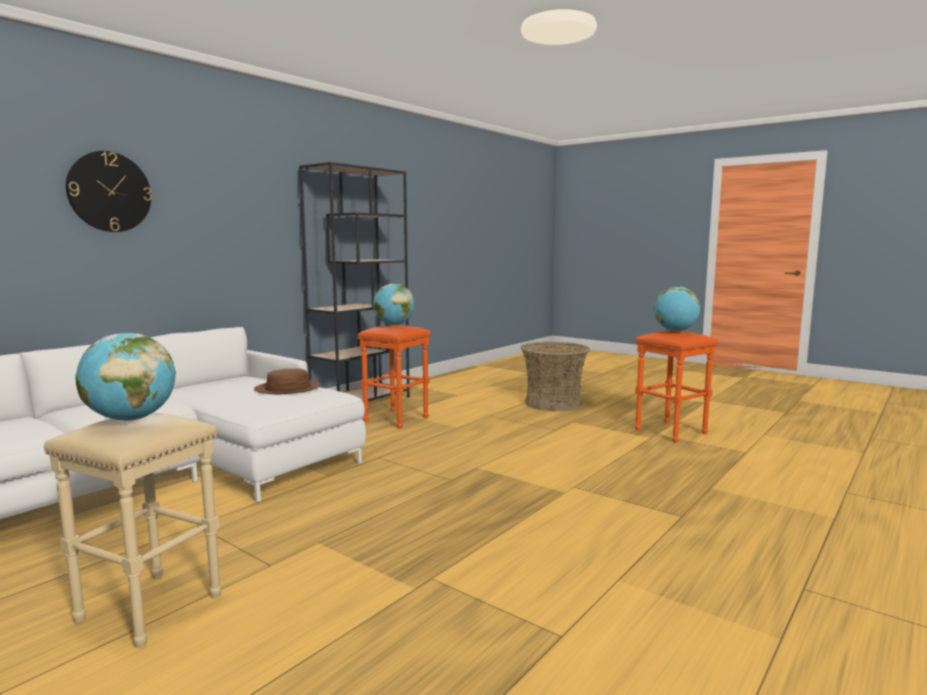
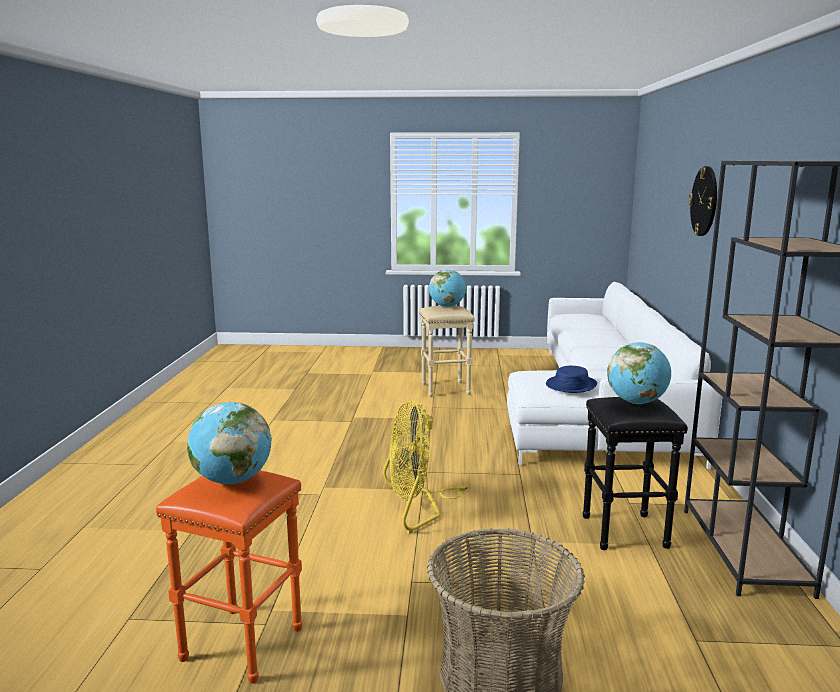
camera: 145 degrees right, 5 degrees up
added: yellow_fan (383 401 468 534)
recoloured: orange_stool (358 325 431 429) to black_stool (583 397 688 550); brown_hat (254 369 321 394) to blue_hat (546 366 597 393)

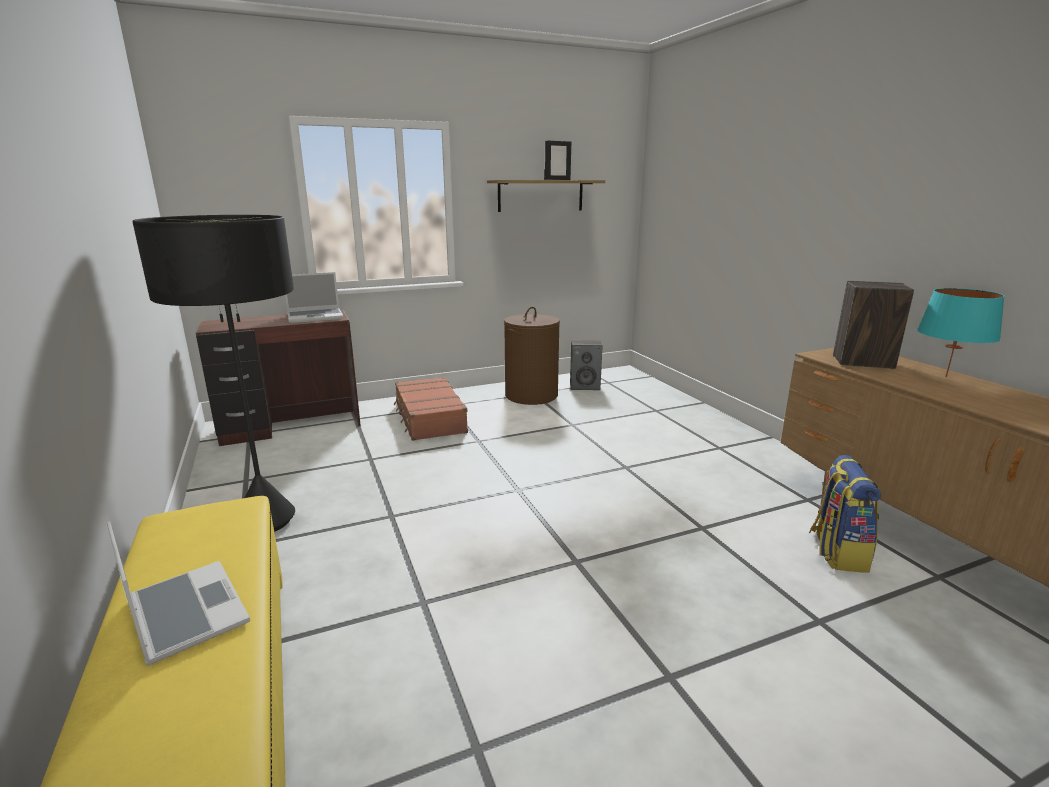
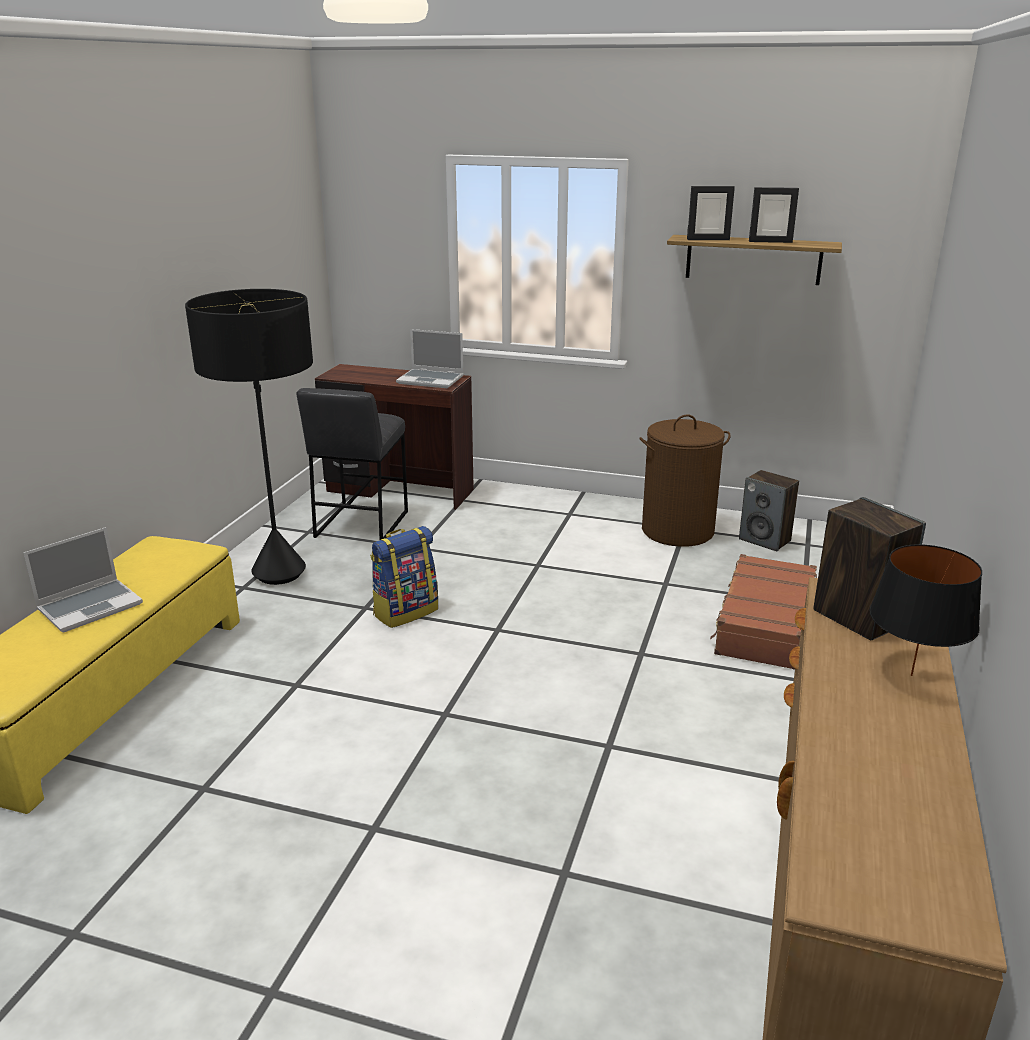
camera: 40 degrees right, 5 degrees up
added: picture_frame (687 186 735 240); grey_stool (296 388 408 540)
moved: brown_suitcase (394 377 468 441) to (710 554 817 670); backpack (809 455 881 573) to (370 526 438 628)
recoloured: turquoise_table_lamp (917 288 1005 377) to black_table_lamp (869 544 982 676)
turned: laptop (107 521 250 666) = (24 527 143 632) 45 degrees clockwise

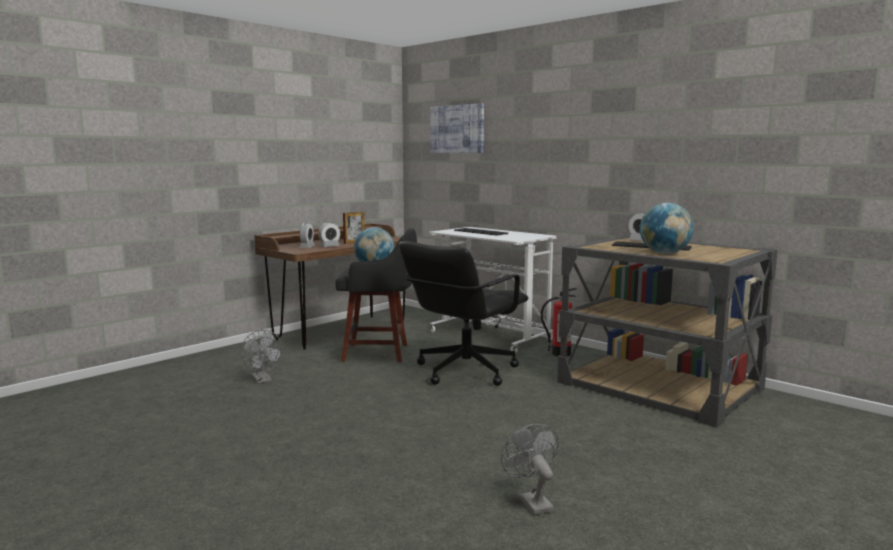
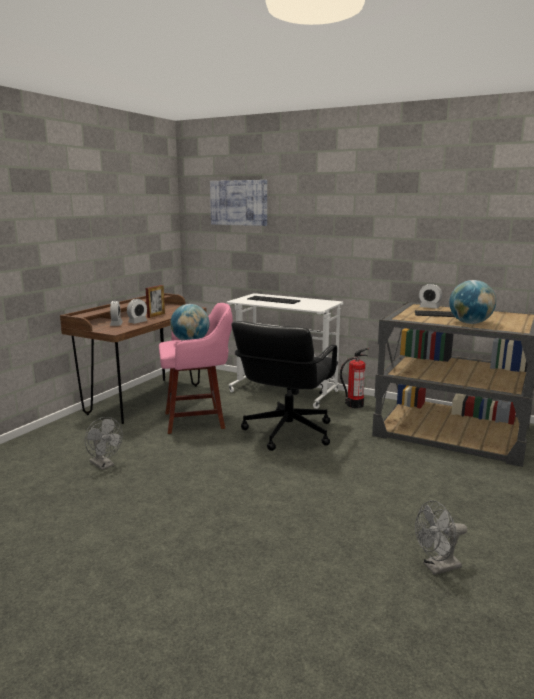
camera: 15 degrees left, 5 degrees up
recoloured: black_stool (335 228 417 362) to pink_stool (159 303 233 434)
turned: grey_fan (501 424 559 515) = (415 500 467 575) 75 degrees counterclockwise

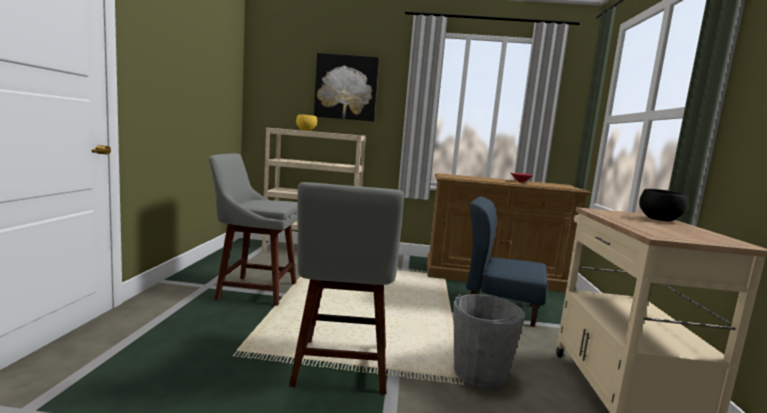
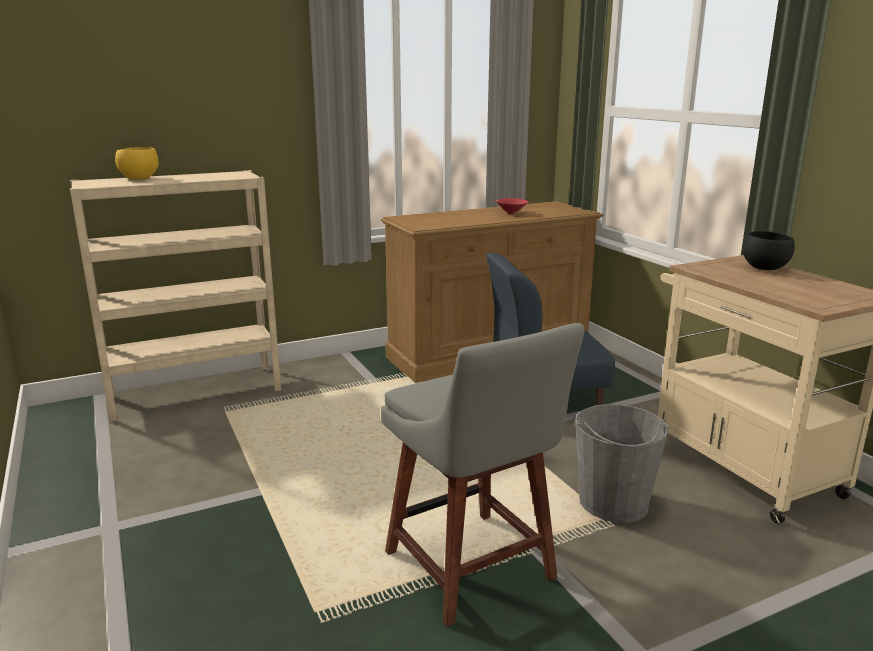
camera: 30 degrees left, 10 degrees up
removed: picture (314 53 379 121); grey_stool (209 154 298 306)

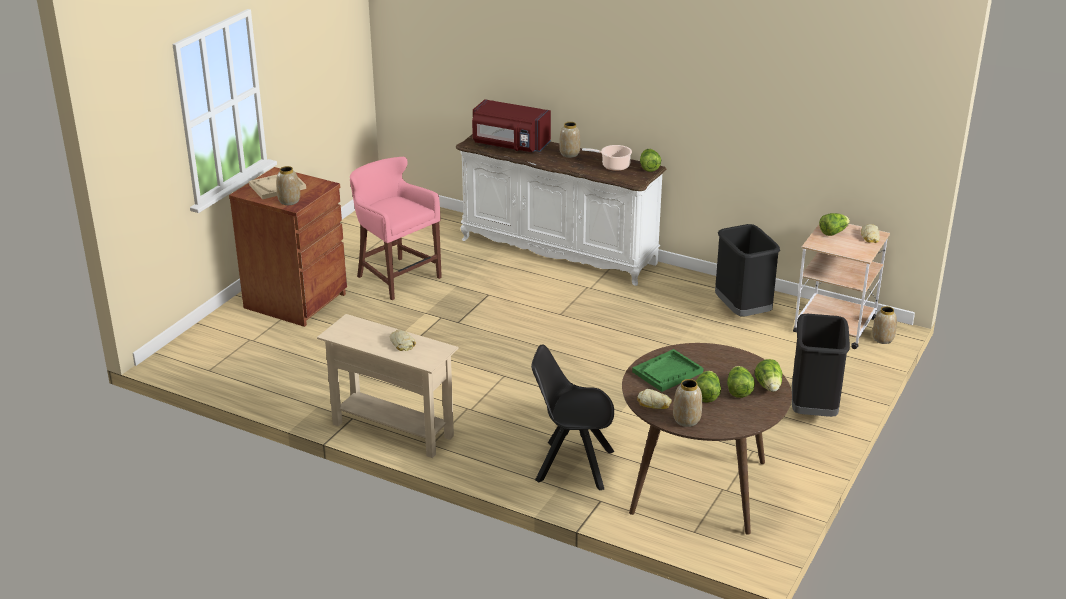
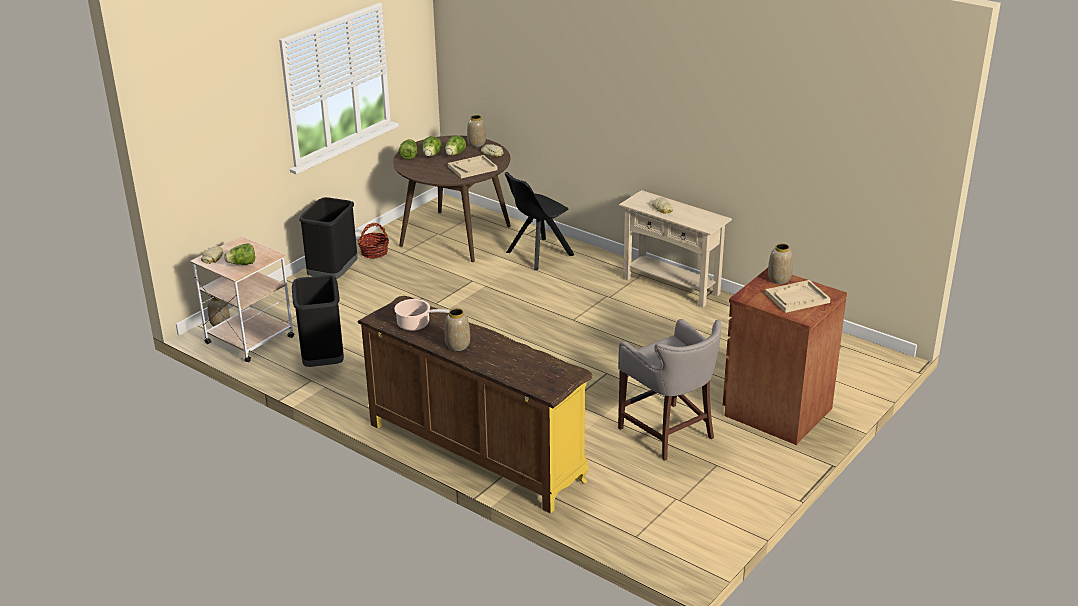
camera: 170 degrees left, 0 degrees up
removed: red_microwave (472 99 551 152); lettuce (640 149 661 172)
added: basket (358 223 389 259)
recoloured: white_cabinet (456 134 667 286) to yellow_cabinet (358 296 593 514); pink_stool (350 157 442 300) to grey_stool (618 319 721 461); green_tray (632 349 704 392) to beige_tray (448 155 498 178)
turned: black_chair (531 345 615 490) = (505 172 574 270) 120 degrees clockwise

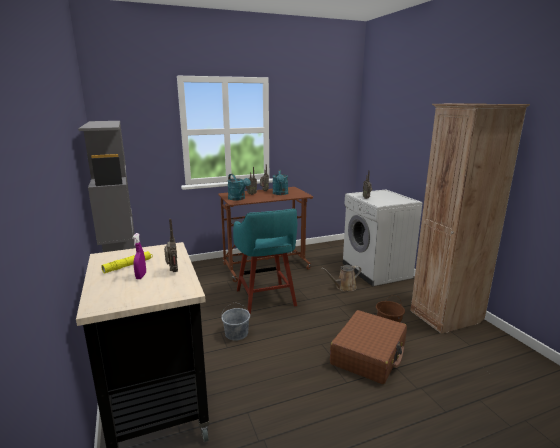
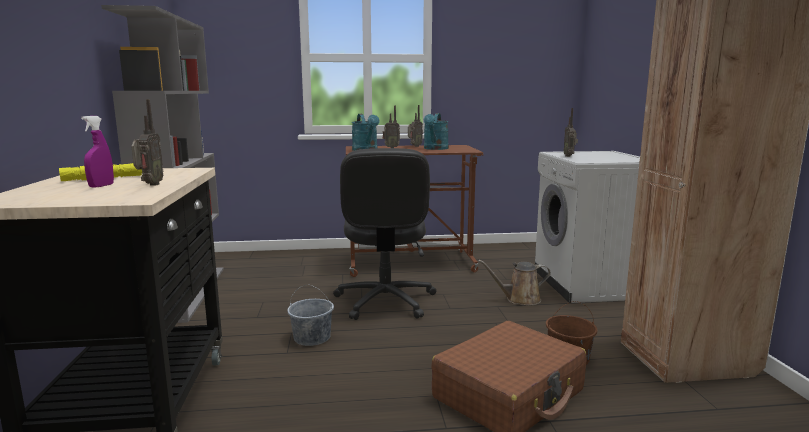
camera: 15 degrees right, 5 degrees down
replaced: turquoise_stool (233 209 297 314) to black_office_chair (333 148 437 320)

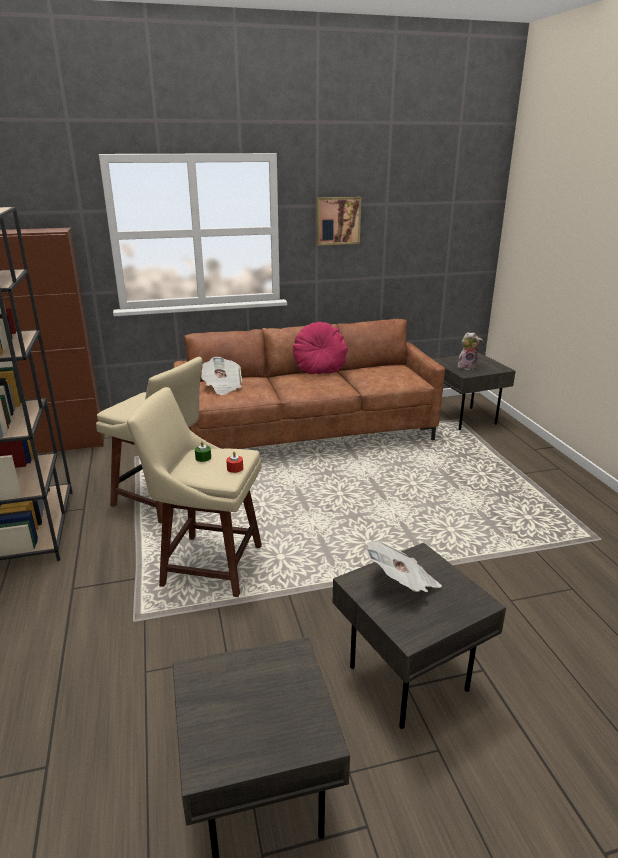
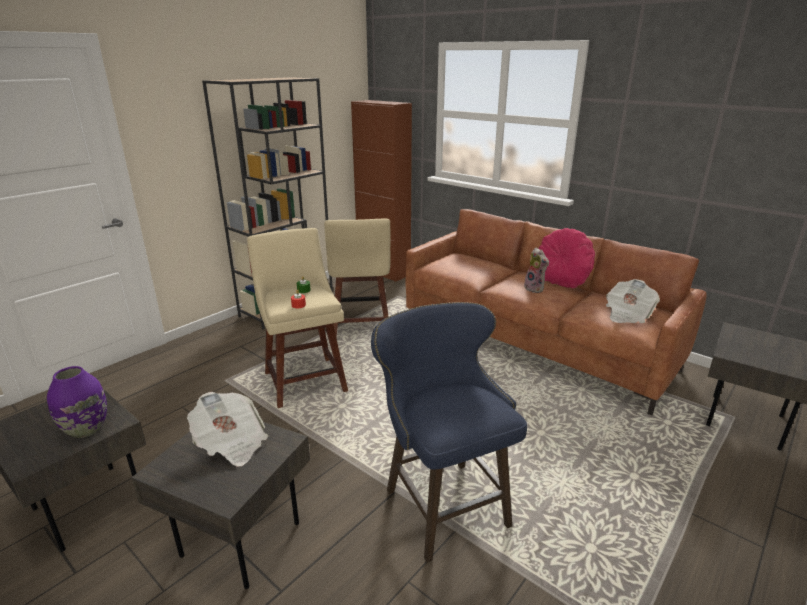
camera: 55 degrees right, 0 degrees up
removed: picture (316 197 361 245)
added: blue_stool (371 302 527 562); purple_vase (47 366 107 438)
moved: plush_toy (458 332 483 370) to (524 247 549 293); newspaper (201 357 242 395) to (606 279 660 323)

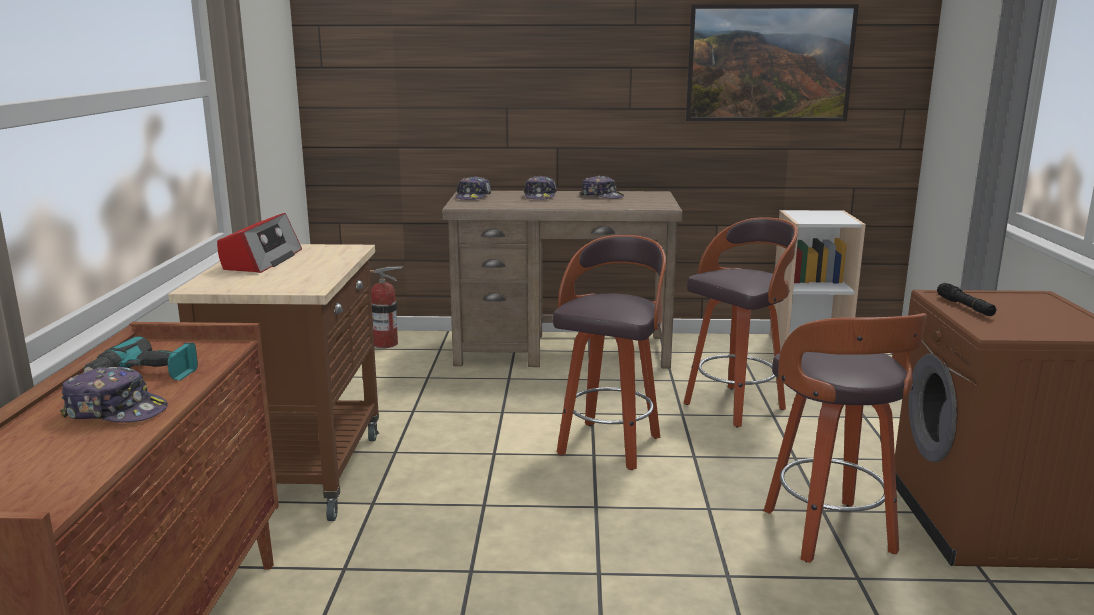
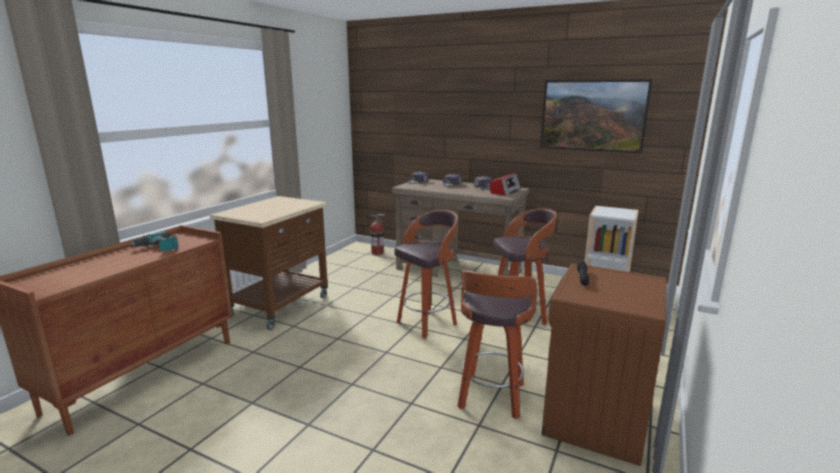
camera: 25 degrees right, 0 degrees up
removed: cap (60 366 168 423)
moved: radio (217 213 302 273) to (490 173 521 196)

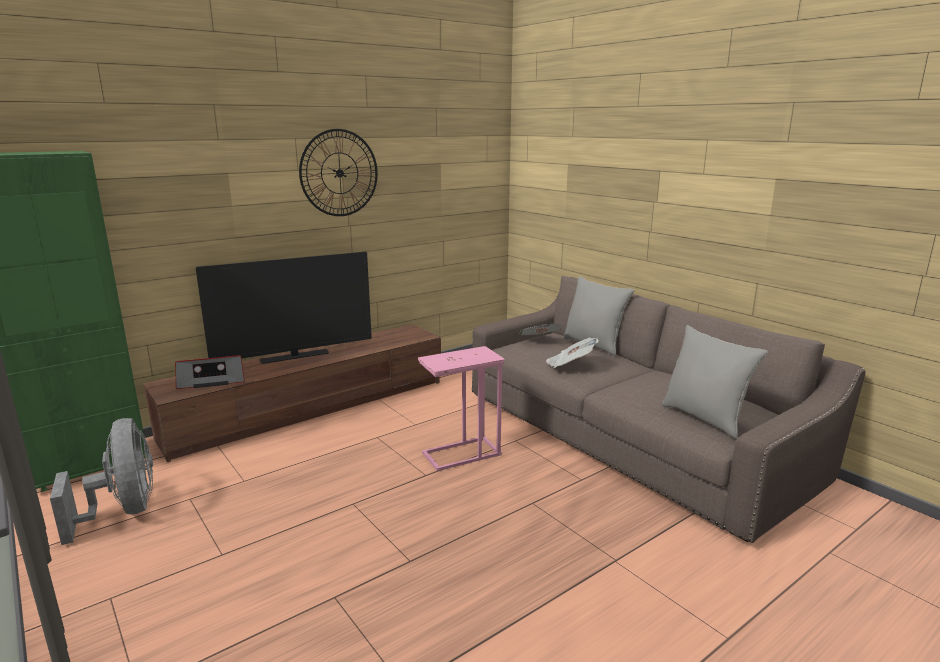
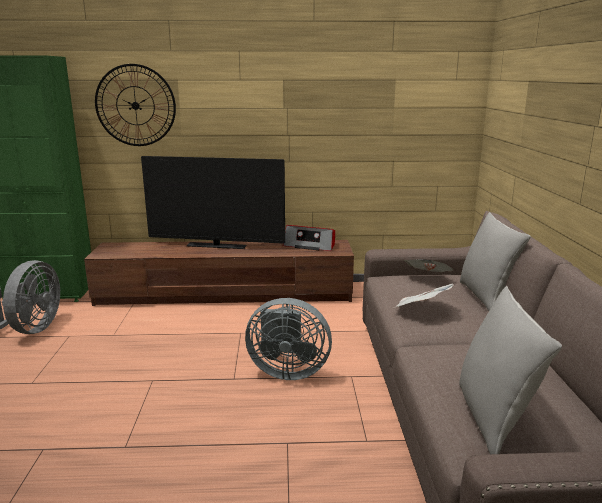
camera: 35 degrees right, 0 degrees up
moved: wall_clock (299 129 378 216) to (95 64 176 146); radio (175 355 245 389) to (283 225 335 251)
replaced: pink_side_table (418 346 505 472) to grey_fan (245 298 332 380)

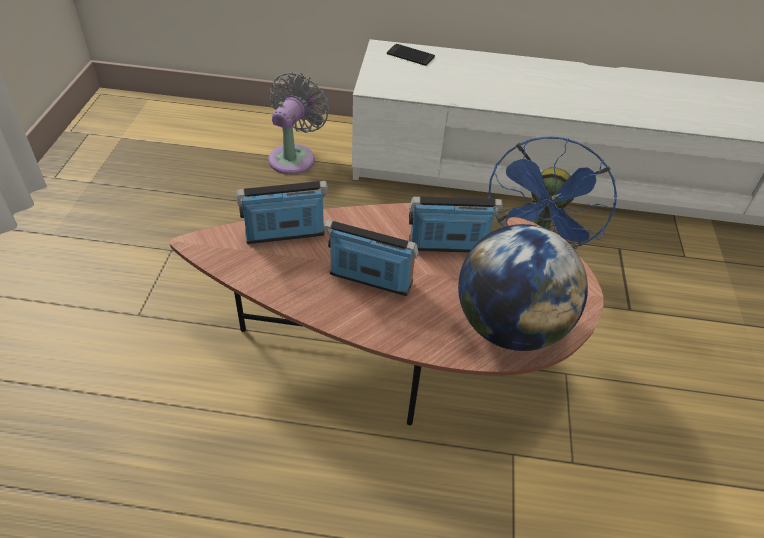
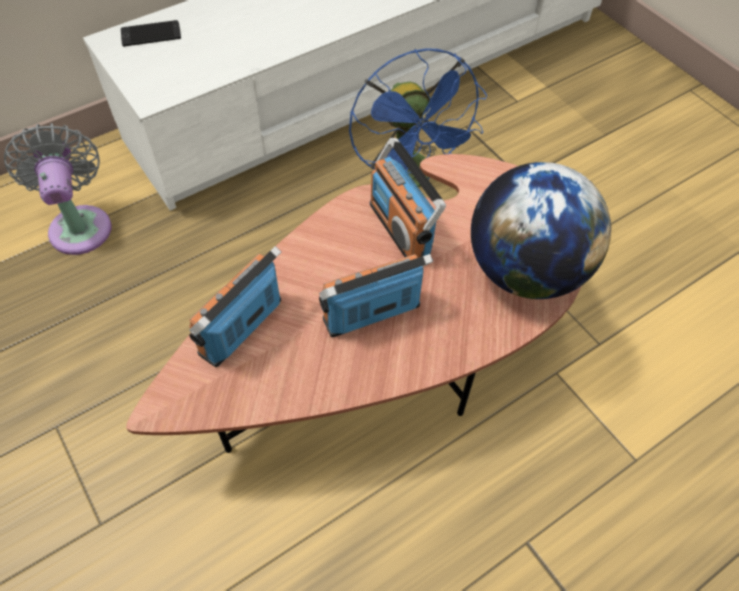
camera: 40 degrees left, 10 degrees up
turned: radio (409 196 502 253) = (370 138 446 258) 75 degrees counterclockwise

